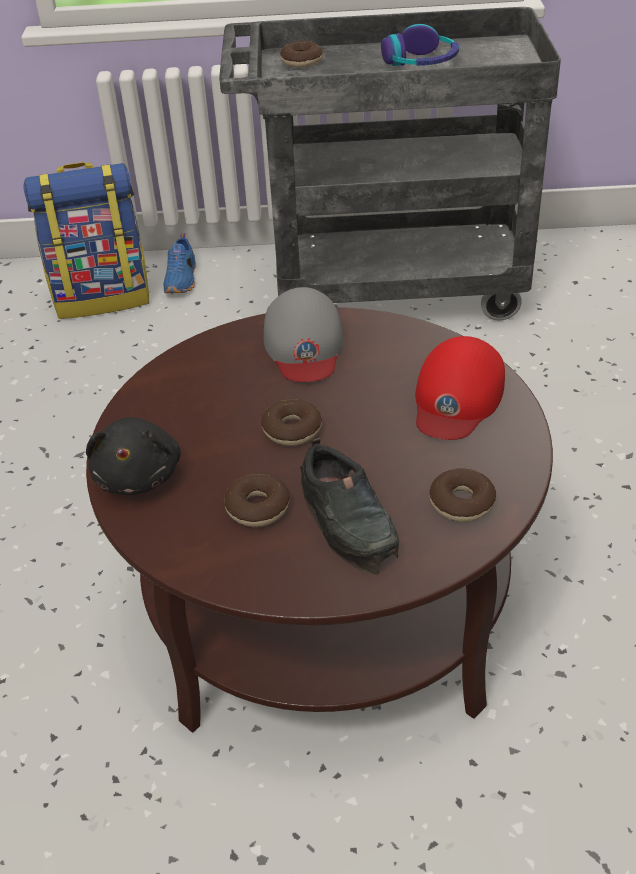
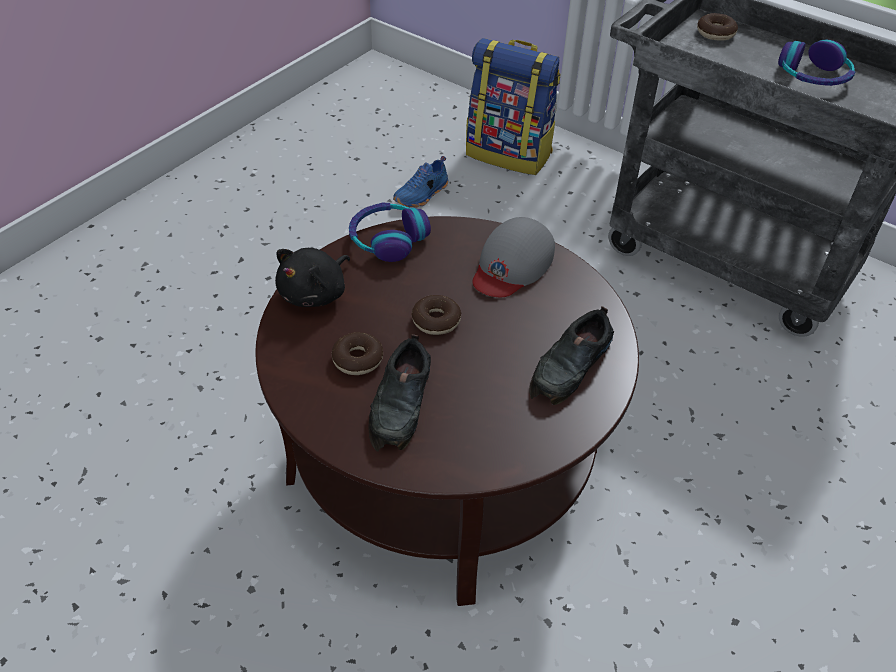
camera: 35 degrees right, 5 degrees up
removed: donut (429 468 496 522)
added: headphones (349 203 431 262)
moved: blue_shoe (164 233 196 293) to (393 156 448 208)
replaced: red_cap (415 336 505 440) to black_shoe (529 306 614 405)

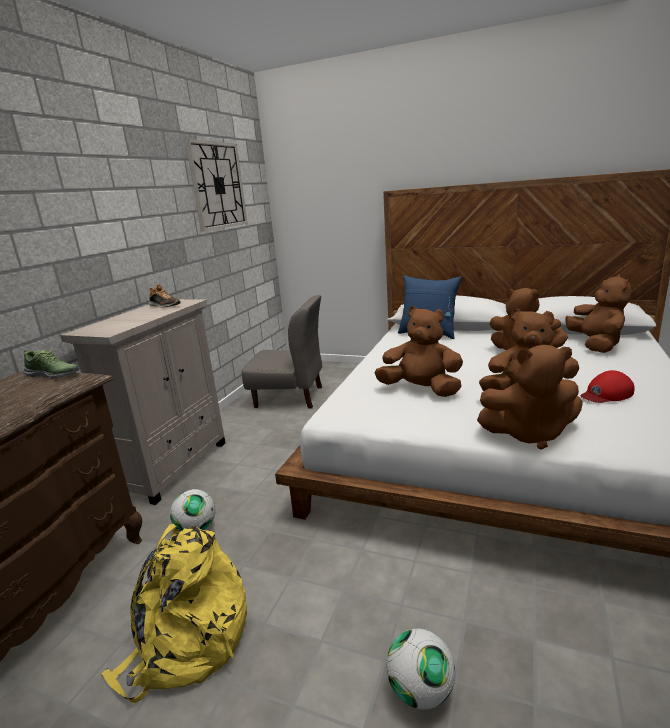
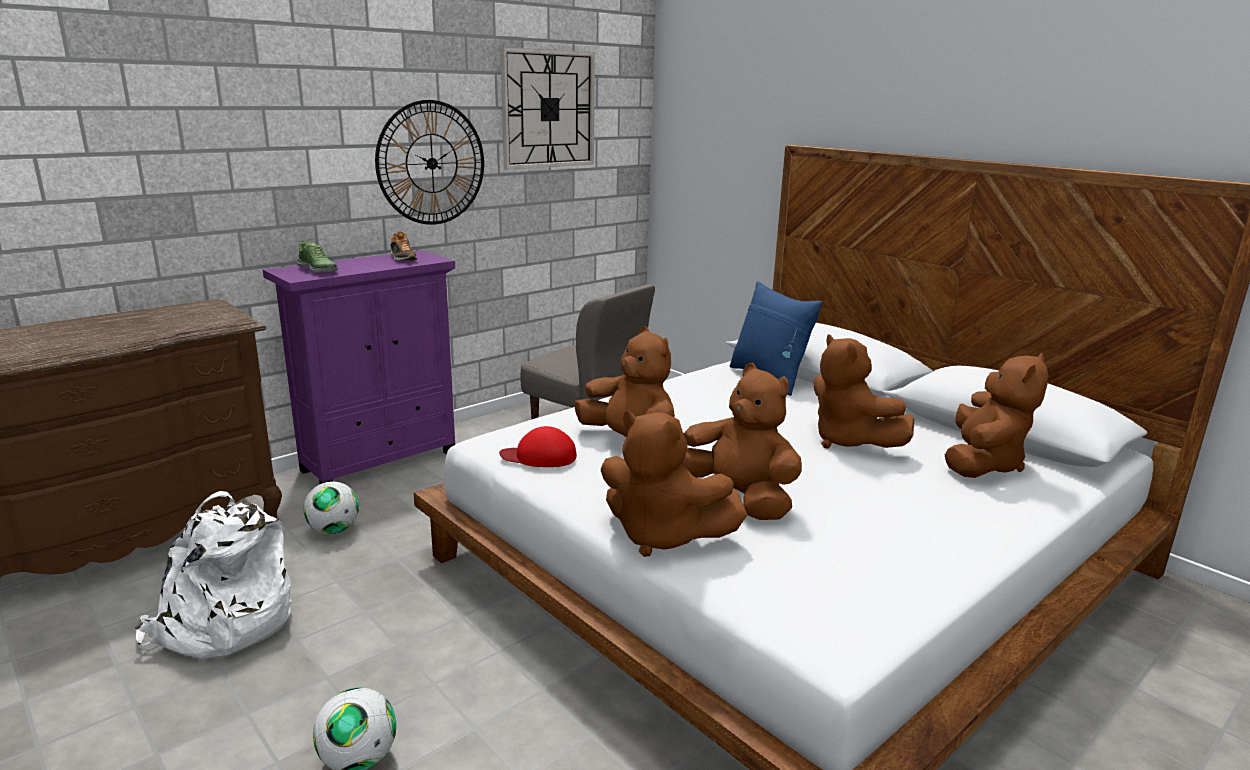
camera: 25 degrees right, 0 degrees up
added: wall_clock (375 100 484 225)
moved: shoe (23 350 79 379) to (297 240 338 273); red_cap (580 370 635 403) to (499 426 577 467)
recoloured: beige_cabinet (60 299 225 505) to purple_cabinet (263 250 455 484); yellow_backpack (101 524 247 703) to white_backpack (135 491 292 660)

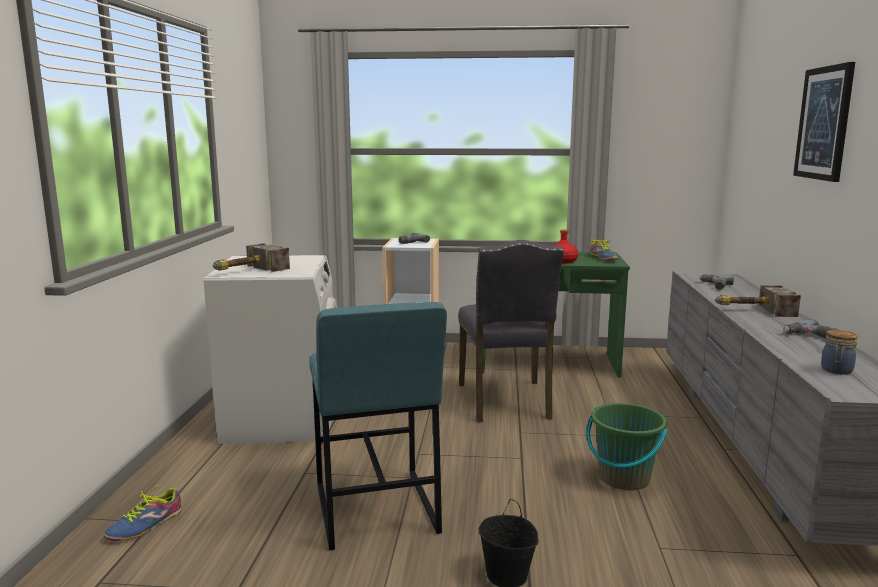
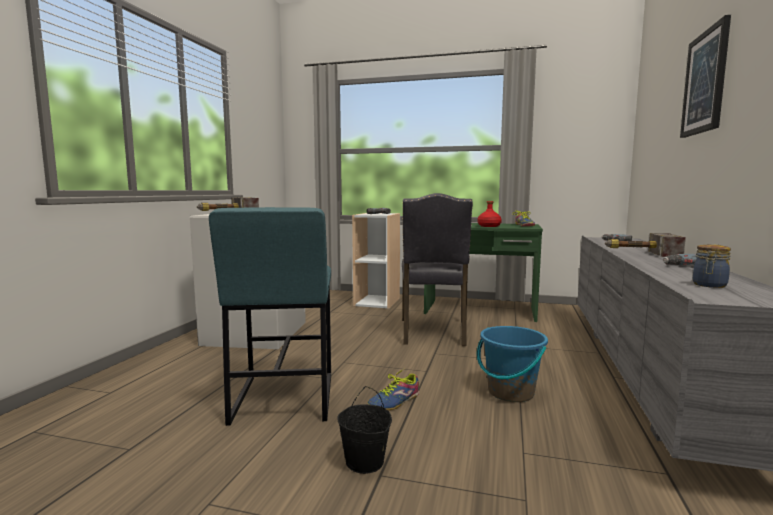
camera: 10 degrees right, 5 degrees down
moved: shoe (104 483 182 541) to (367 369 419 410)
recoloured: green_bucket (586 403 668 490) to blue_bucket (477 326 548 402)

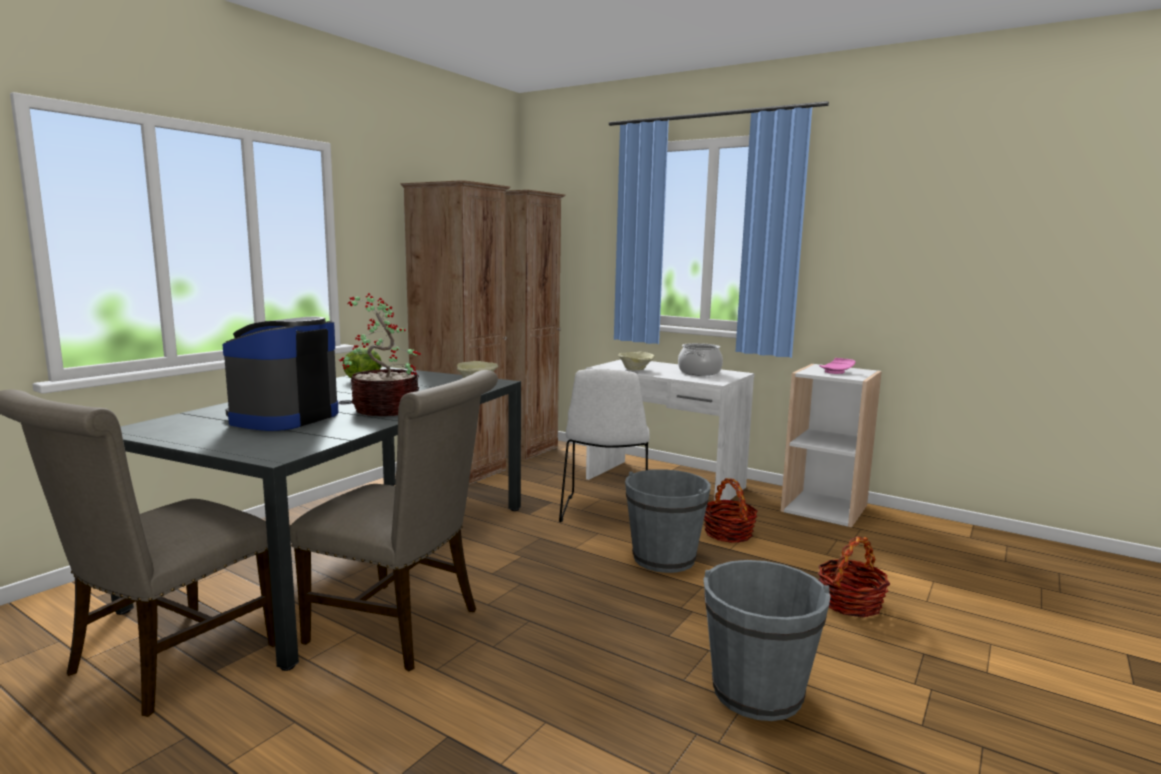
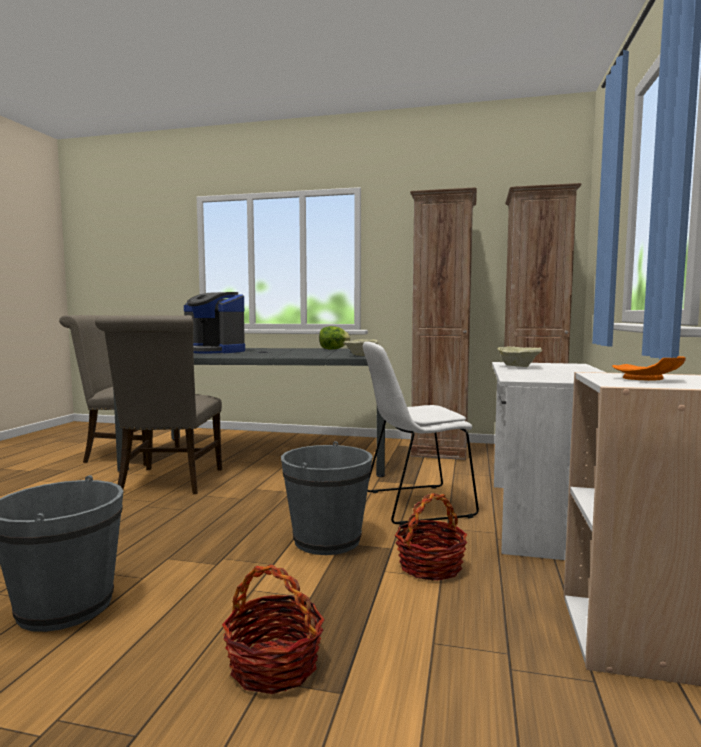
camera: 70 degrees right, 5 degrees down
removed: potted_plant (339 293 421 416); cooking_pot (678 343 723 376)
recoloured: pink_plate (819 358 856 374) to orange_plate (612 356 686 381)
turned: coffee_machine (222 317 338 431) = (184 292 245 354) 150 degrees counterclockwise

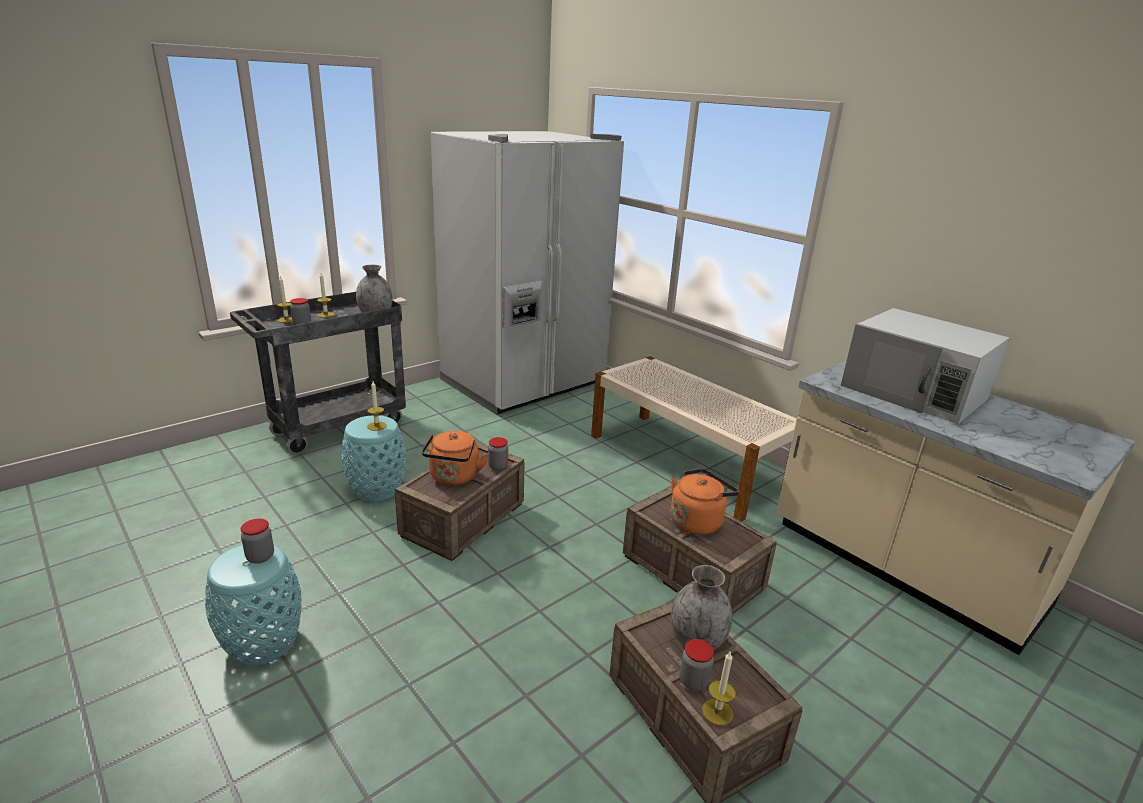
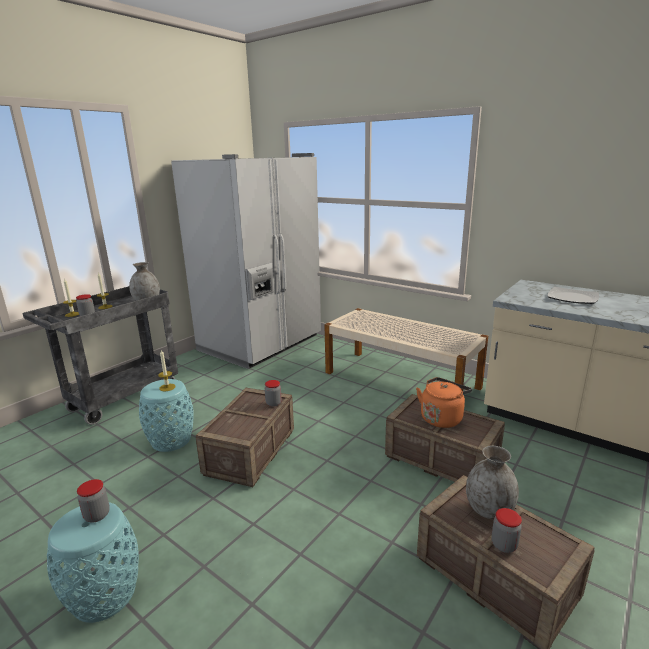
camera: 10 degrees left, 5 degrees down
removed: orange_kettle (422 431 489 485); candle (702 652 736 726)
replaced: white_microwave (841 308 1010 424) to plate (548 287 599 304)

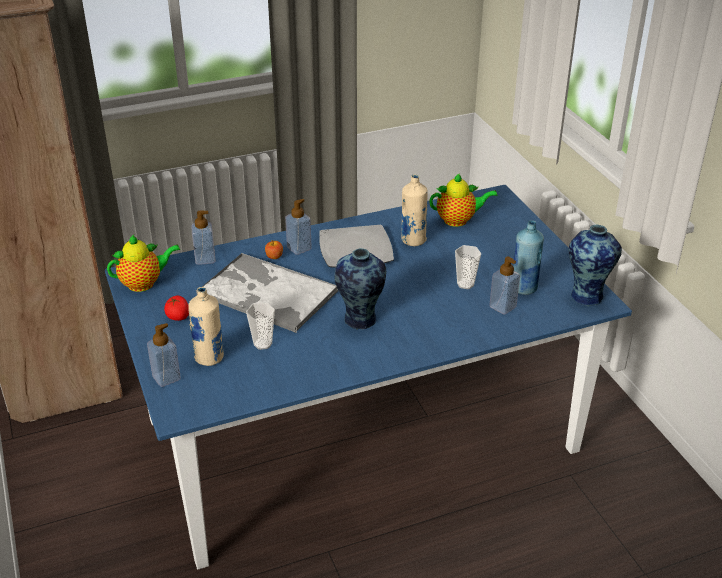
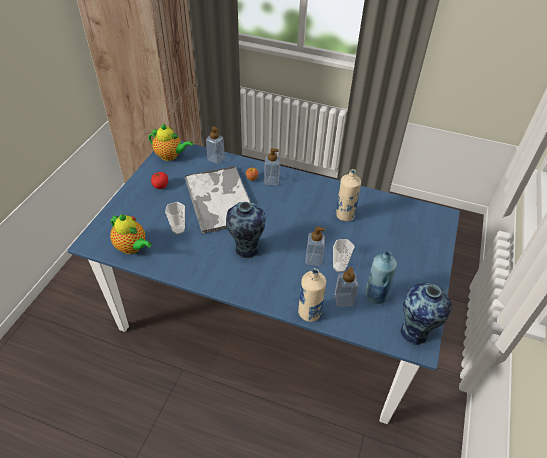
camera: 40 degrees right, 10 degrees up
removed: plate (320 225 394 268)
moved: teapot (429 173 498 227) to (110 214 152 254); beige_bottle (188 287 224 366) to (298 268 326 322); soap_dispenser (147 323 181 387) to (305 227 325 266)

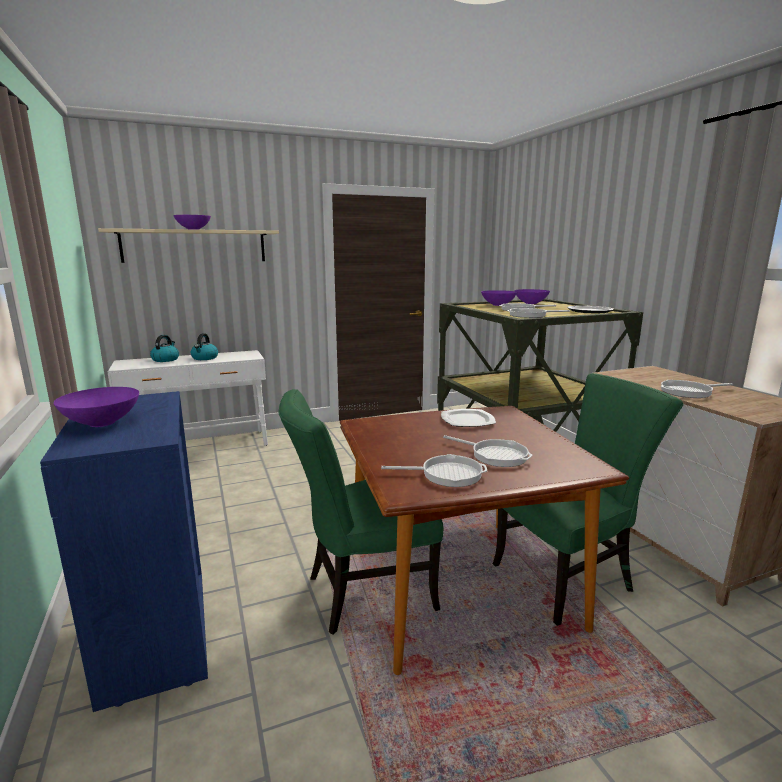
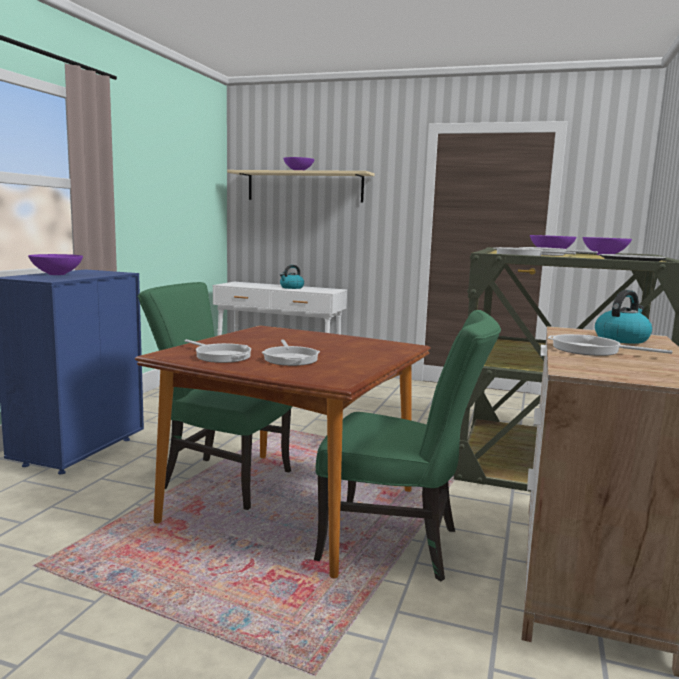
camera: 40 degrees right, 5 degrees down
removed: plate (441 409 496 427)
moved: kettle (150 335 179 362) to (595 290 652 344)

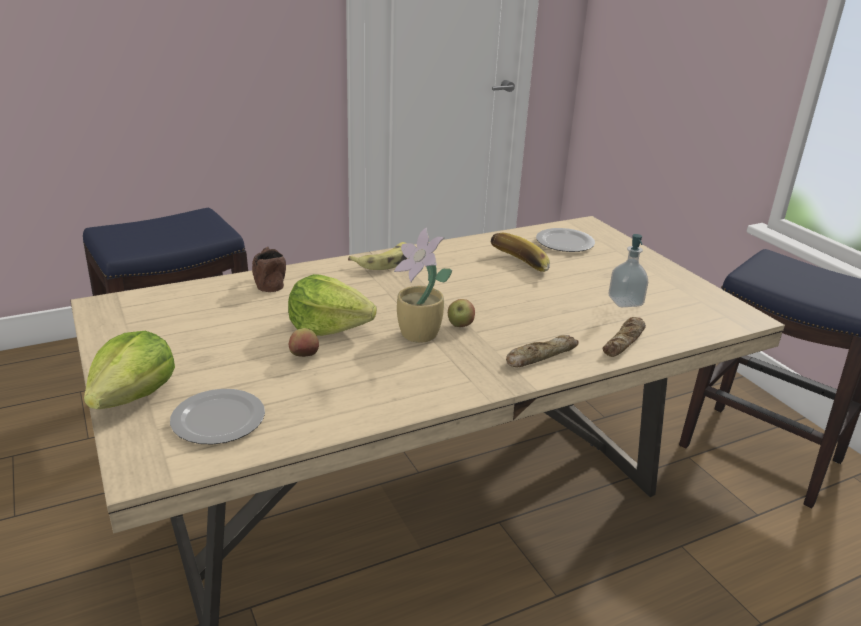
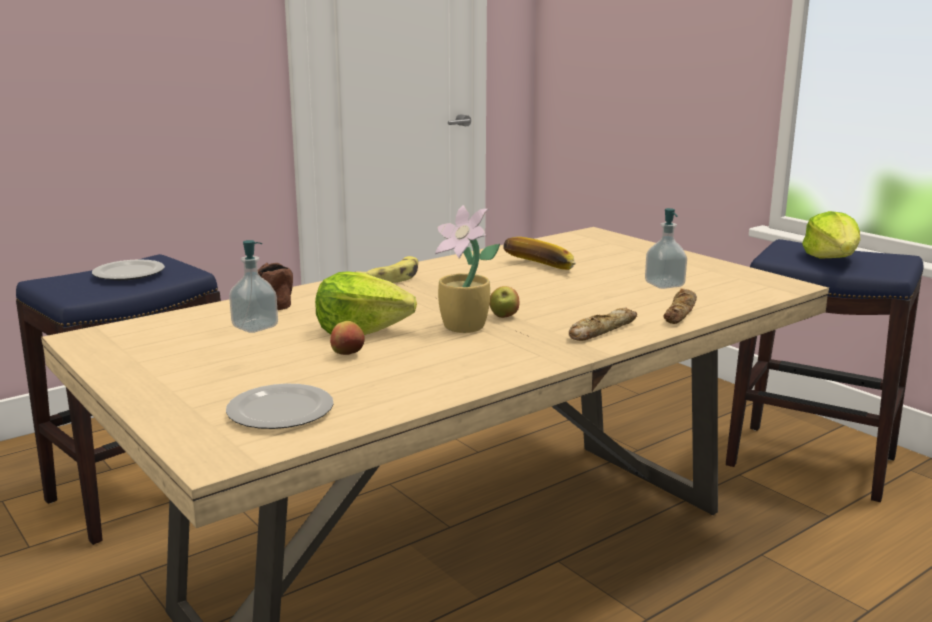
camera: 10 degrees left, 10 degrees down
added: soap_dispenser (229 240 278 333)
moved: plate (536 228 595 252) to (92 259 165 280); lettuce (84 331 175 409) to (802 211 860 259)

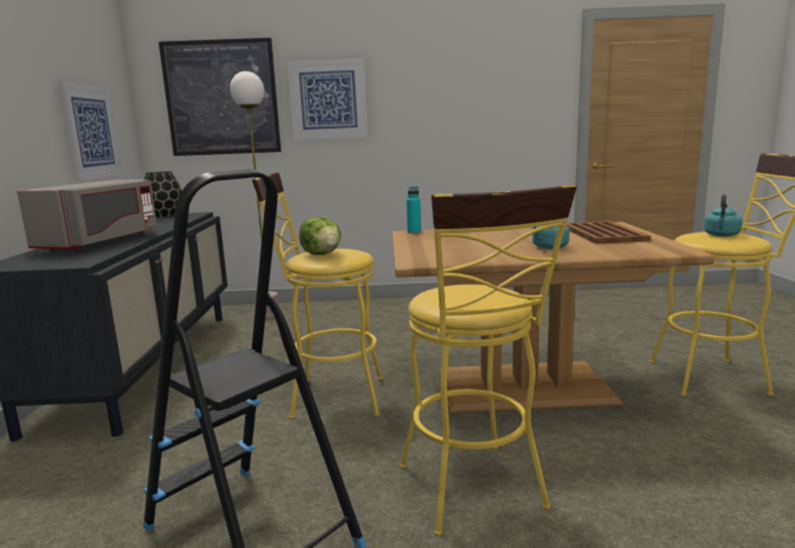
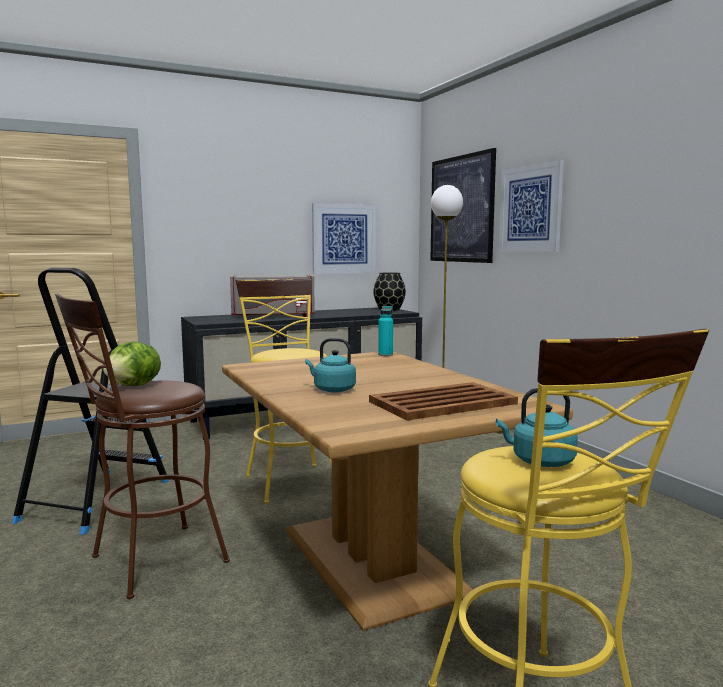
camera: 65 degrees right, 5 degrees down
moved: lettuce (299 217 341 255) to (103 342 161 386)
recoloured: yellow_stool (400 185 577 536) to brown_stool (55 294 230 599)

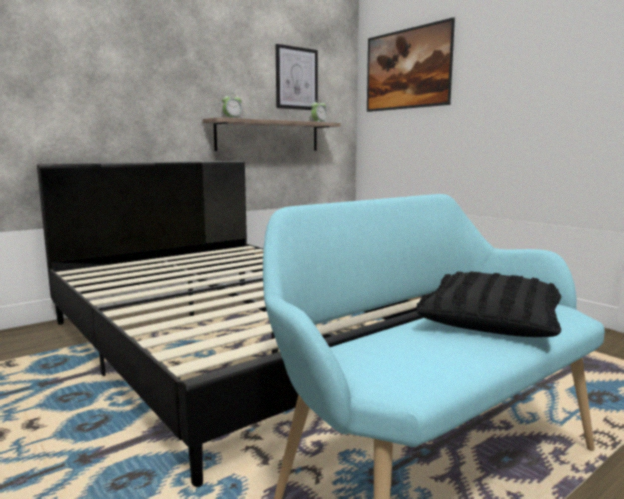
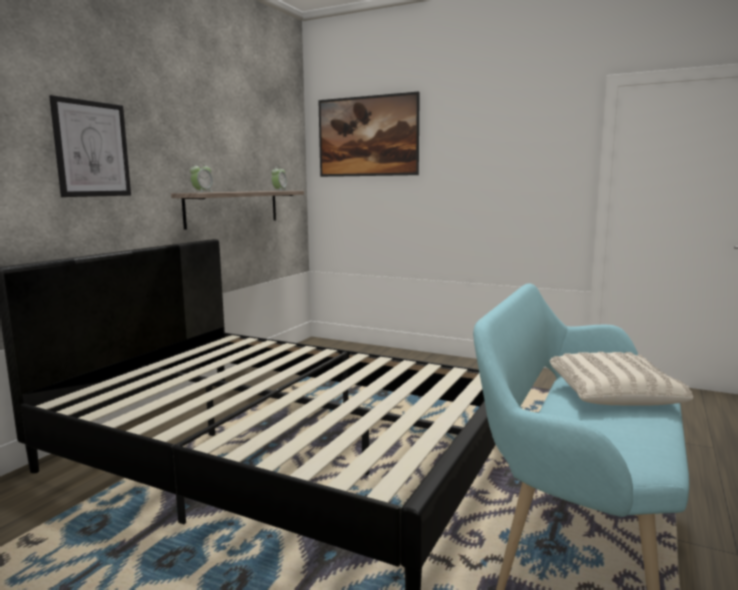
camera: 25 degrees left, 0 degrees up
moved: picture (276 44 318 110) to (49 95 131 197)
recoloured: black_pillow (416 271 561 337) to beige_pillow (550 352 693 406)

